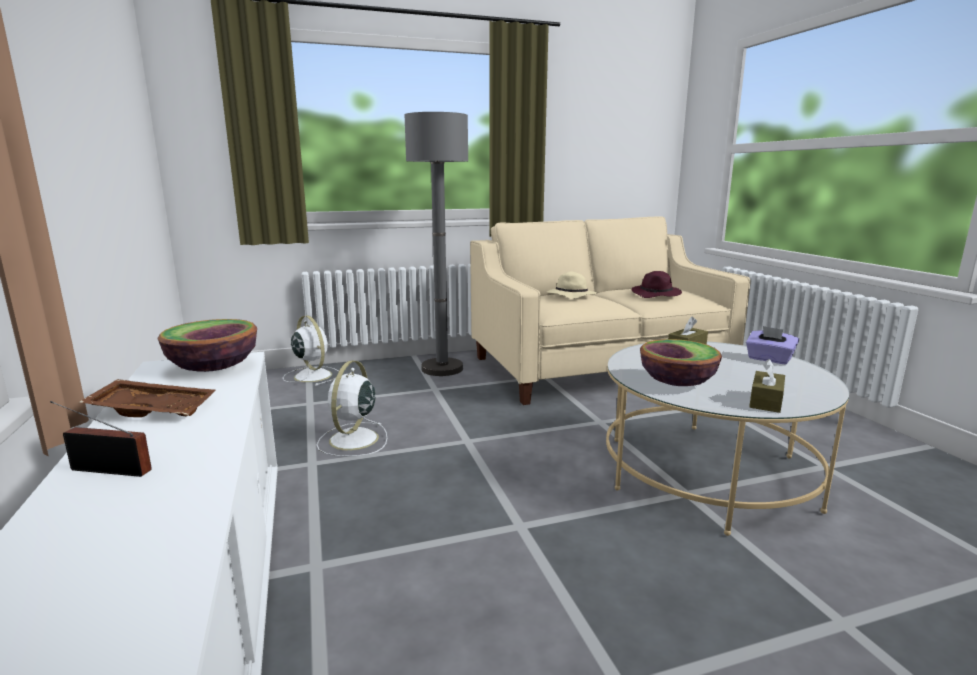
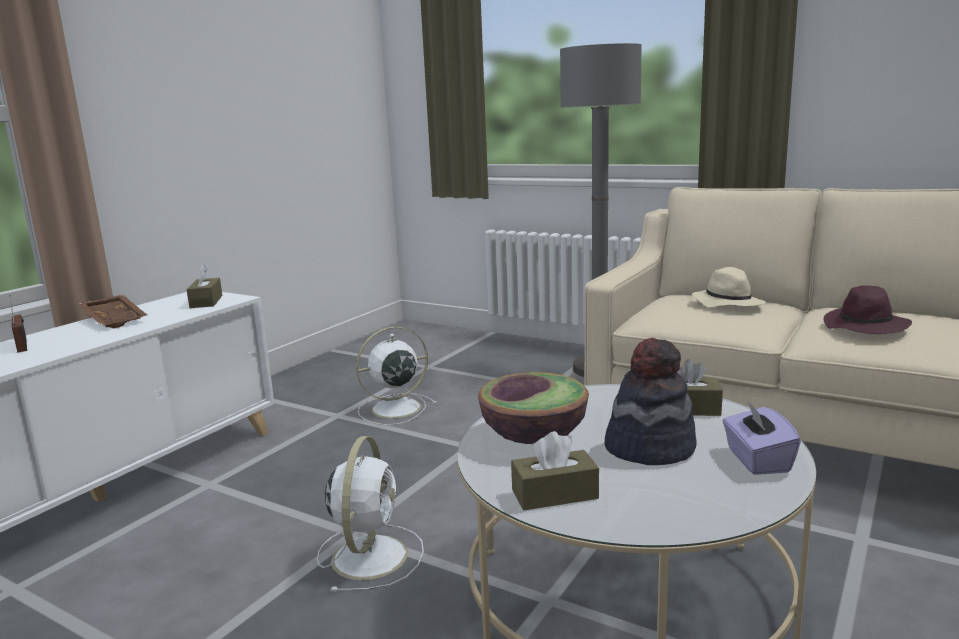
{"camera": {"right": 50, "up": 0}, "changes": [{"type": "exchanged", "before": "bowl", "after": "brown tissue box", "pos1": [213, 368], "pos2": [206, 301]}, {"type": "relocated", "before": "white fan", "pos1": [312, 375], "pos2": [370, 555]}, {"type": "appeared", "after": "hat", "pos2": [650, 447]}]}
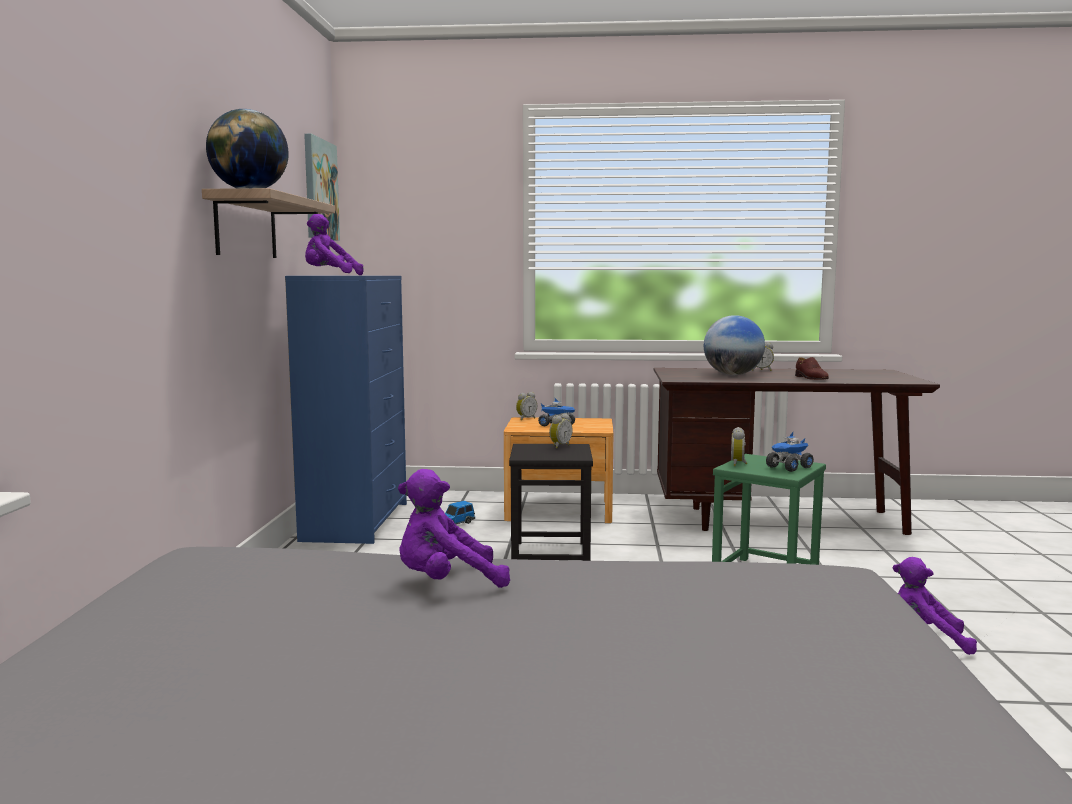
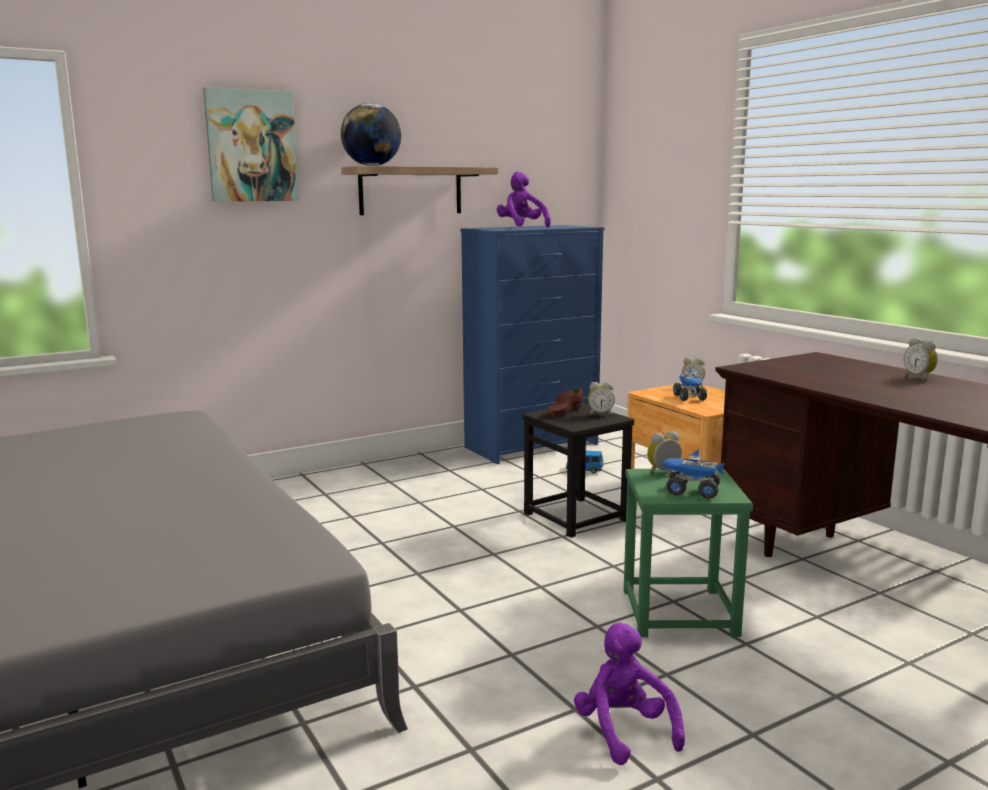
{"camera": {"right": 55, "up": 5}, "changes": [{"type": "relocated", "before": "picture", "pos1": [319, 190], "pos2": [251, 146]}, {"type": "missing", "before": "purple plush toy", "pos1": [447, 583]}, {"type": "missing", "before": "globe", "pos1": [732, 375]}, {"type": "relocated", "before": "brown shoe", "pos1": [811, 378], "pos2": [563, 413]}]}
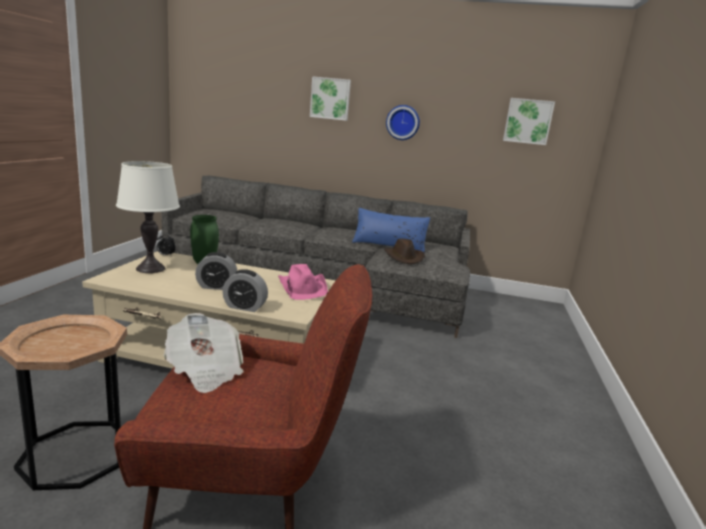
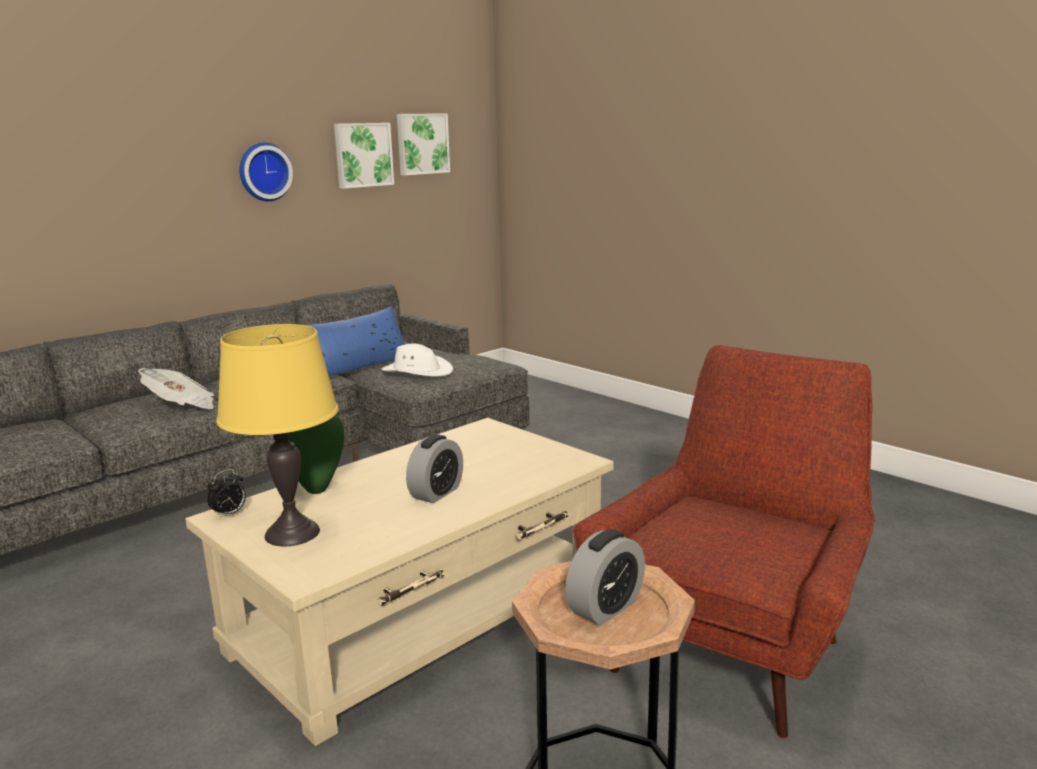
{"camera": {"right": -55, "up": 0}, "changes": [{"type": "colour", "before": "white table lamp", "after": "yellow table lamp", "pos1": [150, 268], "pos2": [292, 533]}, {"type": "relocated", "before": "newspaper", "pos1": [205, 370], "pos2": [182, 406]}, {"type": "relocated", "before": "alarm clock", "pos1": [244, 307], "pos2": [605, 608]}, {"type": "missing", "before": "pink hat", "pos1": [303, 288]}, {"type": "relocated", "before": "picture", "pos1": [330, 98], "pos2": [363, 155]}, {"type": "colour", "before": "brown hat", "after": "white hat", "pos1": [404, 257], "pos2": [417, 371]}]}
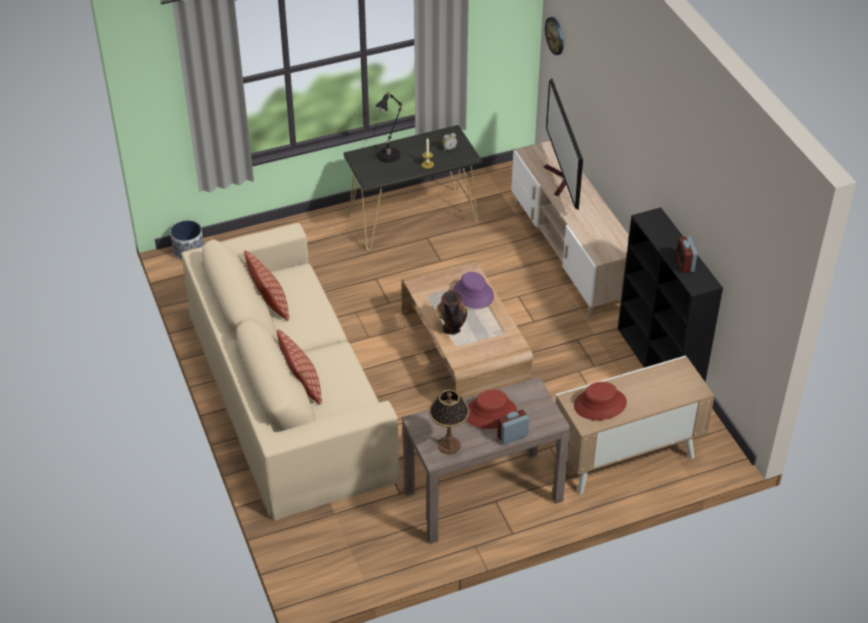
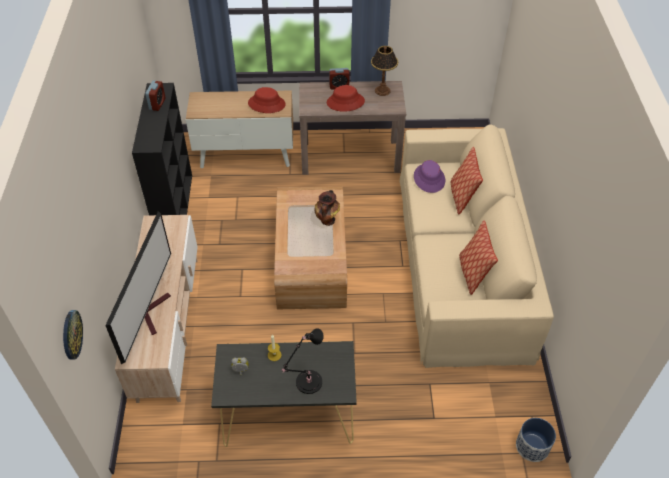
{"camera": {"right": -160, "up": 5}, "changes": [{"type": "relocated", "before": "purple hat", "pos1": [473, 294], "pos2": [429, 178]}]}
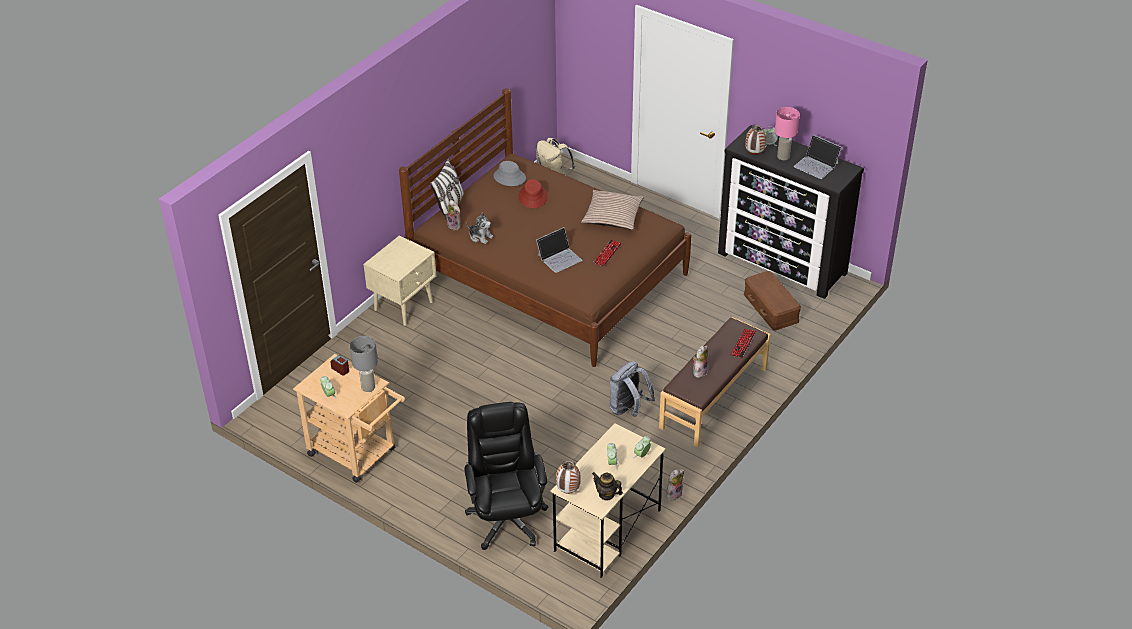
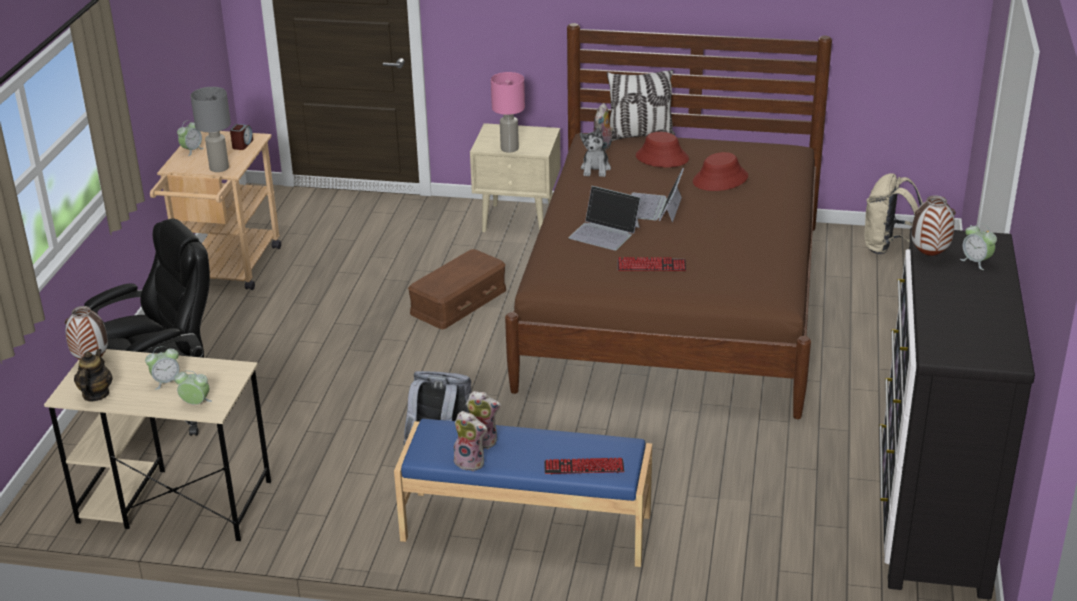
{"camera": {"right": 65, "up": -10}, "changes": [{"type": "missing", "before": "grey hat", "pos1": [509, 177]}, {"type": "missing", "before": "pillow", "pos1": [612, 216]}, {"type": "colour", "before": "brown bench", "after": "blue bench", "pos1": [714, 398], "pos2": [526, 528]}, {"type": "relocated", "before": "plush toy", "pos1": [674, 493], "pos2": [471, 462]}, {"type": "relocated", "before": "brown storage box", "pos1": [771, 307], "pos2": [459, 302]}, {"type": "relocated", "before": "pink table lamp", "pos1": [783, 157], "pos2": [510, 149]}, {"type": "relocated", "before": "laptop", "pos1": [816, 165], "pos2": [653, 207]}, {"type": "appeared", "after": "red hat", "pos2": [661, 158]}]}
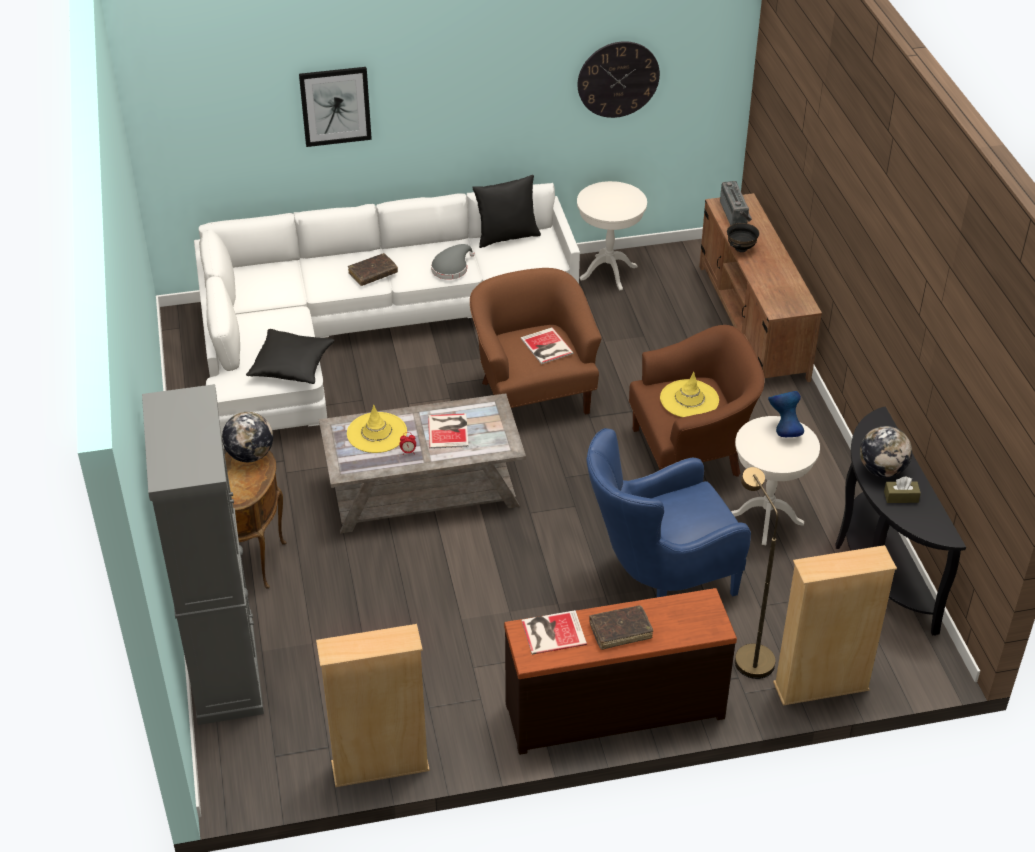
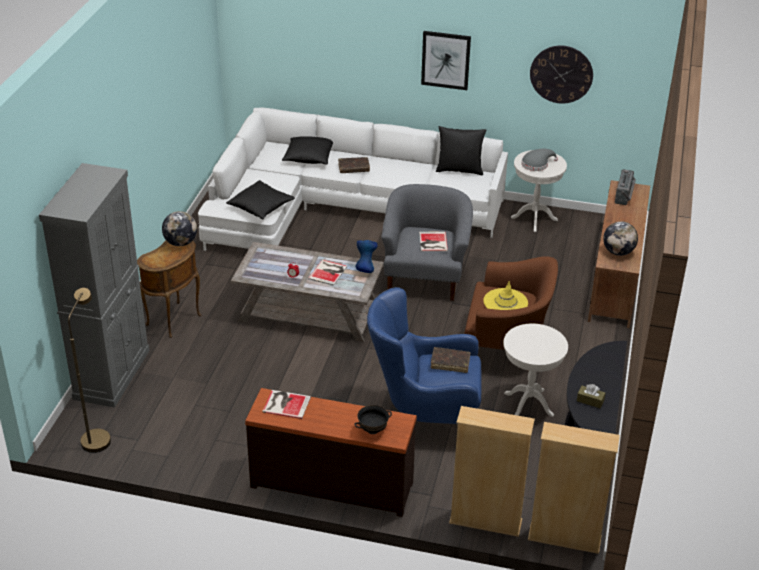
{"camera": {"right": 25, "up": -5}, "changes": [{"type": "relocated", "before": "picture", "pos1": [335, 106], "pos2": [445, 60]}, {"type": "relocated", "before": "beige bookcase", "pos1": [380, 767], "pos2": [564, 538]}, {"type": "missing", "before": "yellow hat", "pos1": [377, 433]}, {"type": "relocated", "before": "grey hat", "pos1": [451, 268], "pos2": [536, 164]}, {"type": "colour", "before": "brown armchair", "after": "grey armchair", "pos1": [533, 394], "pos2": [425, 278]}, {"type": "relocated", "before": "brown book", "pos1": [620, 631], "pos2": [450, 363]}, {"type": "relocated", "before": "black bowl", "pos1": [741, 248], "pos2": [372, 430]}, {"type": "relocated", "before": "brown floor lamp", "pos1": [748, 655], "pos2": [97, 436]}, {"type": "relocated", "before": "blue vase", "pos1": [783, 431], "pos2": [365, 268]}, {"type": "relocated", "before": "globe", "pos1": [882, 470], "pos2": [618, 252]}, {"type": "appeared", "after": "black pillow", "pos2": [309, 157]}]}
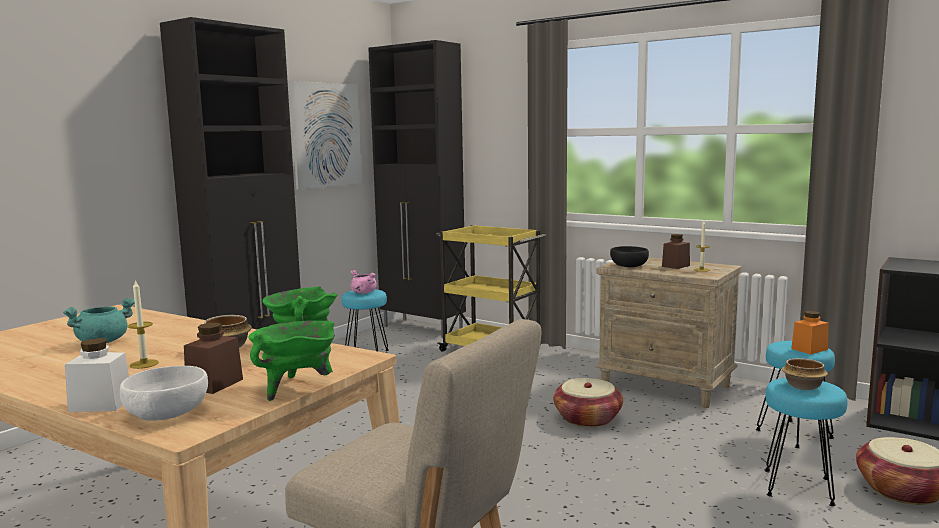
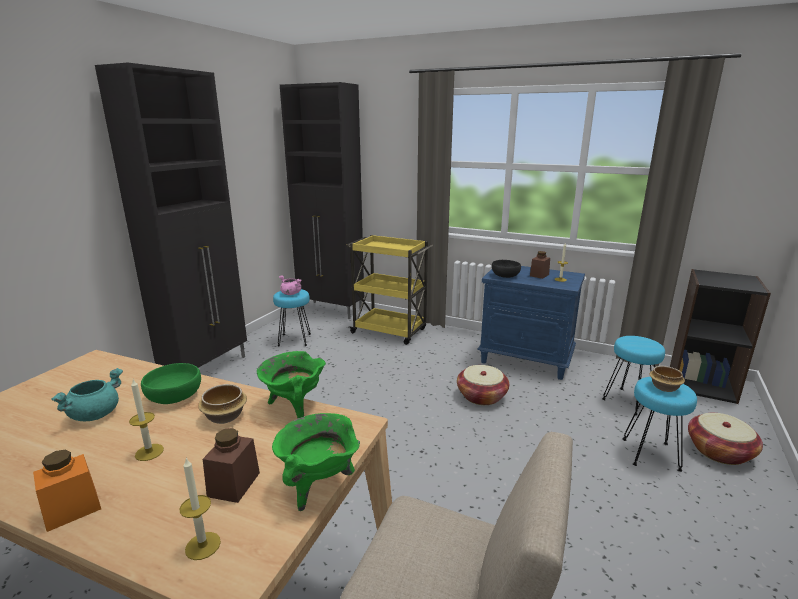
{"camera": {"right": -10, "up": 10}, "changes": [{"type": "missing", "before": "white jar", "pos1": [101, 404]}, {"type": "exchanged", "before": "white bowl", "after": "candle", "pos1": [168, 413], "pos2": [203, 545]}, {"type": "missing", "before": "picture", "pos1": [326, 135]}, {"type": "colour", "before": "beige nightstand", "after": "blue nightstand", "pos1": [666, 386], "pos2": [526, 360]}, {"type": "relocated", "before": "orange jar", "pos1": [809, 349], "pos2": [72, 509]}, {"type": "appeared", "after": "green bowl", "pos2": [175, 397]}]}
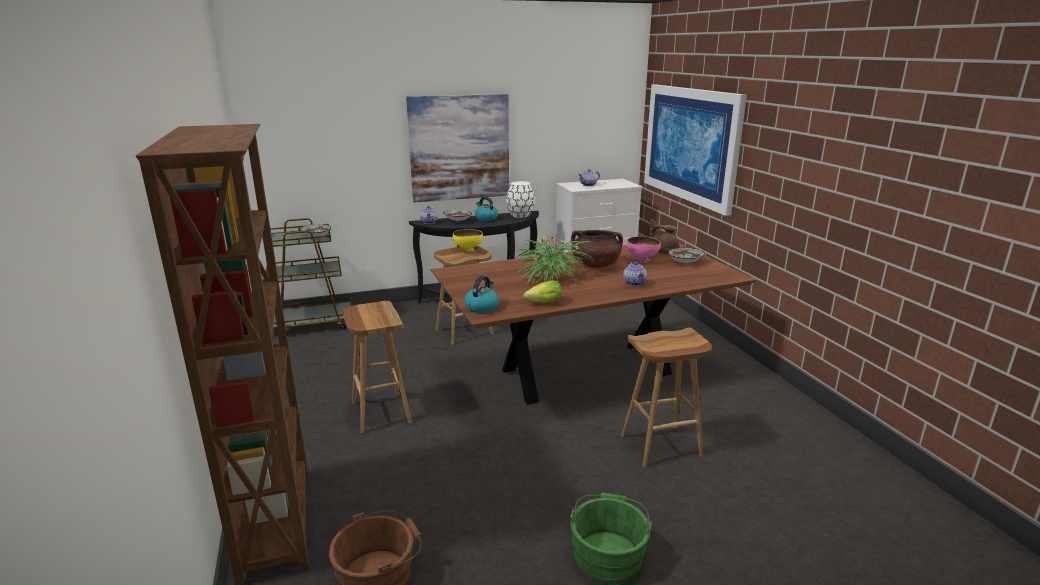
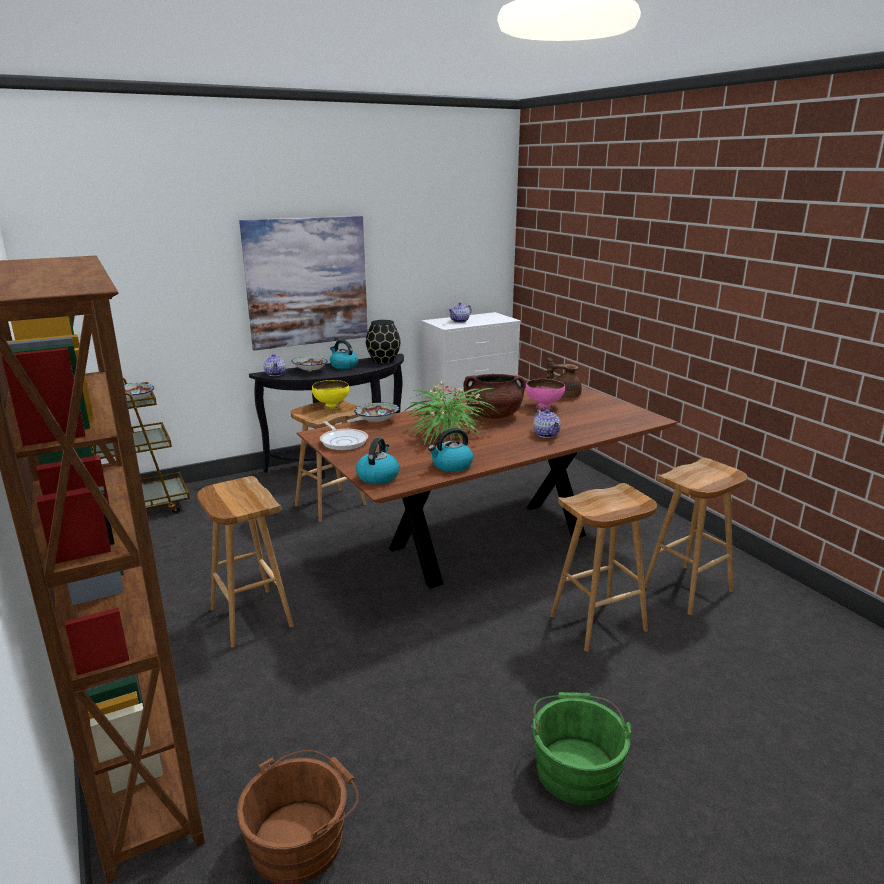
{"camera": {"right": -10, "up": 0}, "changes": [{"type": "colour", "before": "white vase", "after": "black vase", "pos1": [520, 215], "pos2": [383, 360]}, {"type": "exchanged", "before": "lettuce", "after": "kettle", "pos1": [544, 303], "pos2": [451, 466]}, {"type": "missing", "before": "picture", "pos1": [690, 144]}, {"type": "relocated", "before": "bowl", "pos1": [685, 262], "pos2": [377, 421]}, {"type": "appeared", "after": "frying pan", "pos2": [343, 441]}, {"type": "appeared", "after": "brown stool", "pos2": [687, 590]}]}
